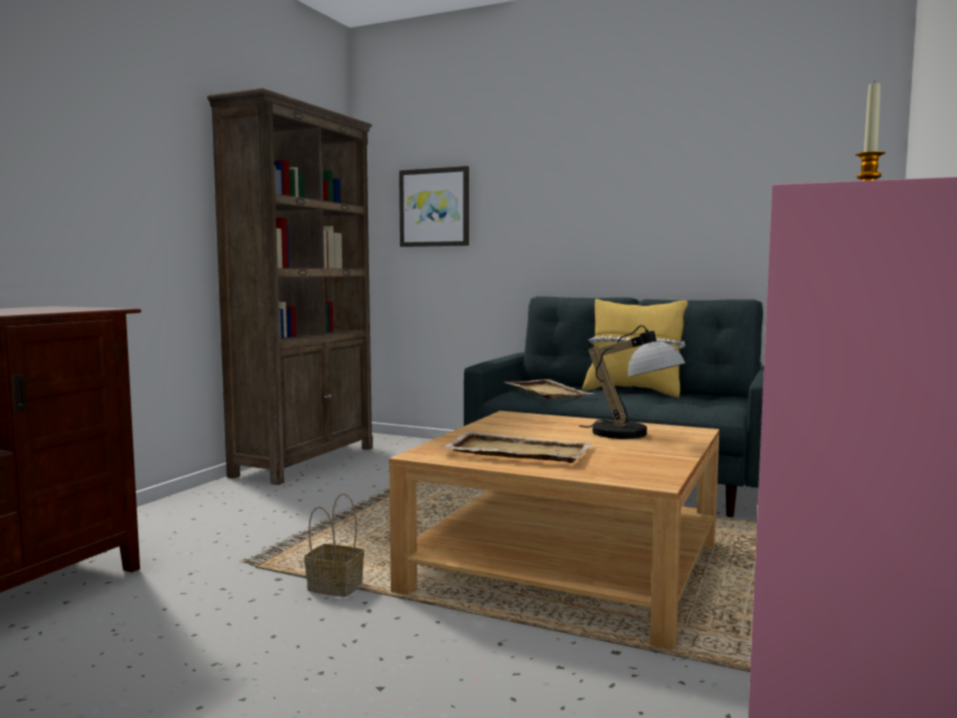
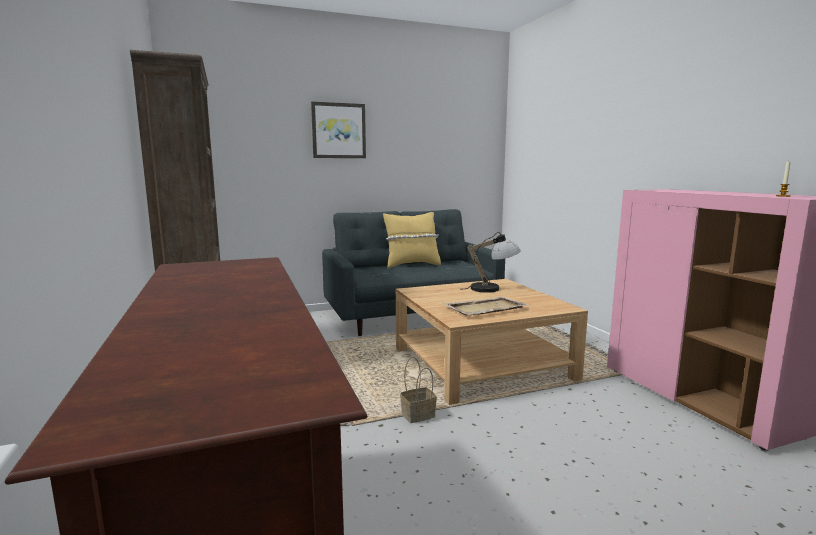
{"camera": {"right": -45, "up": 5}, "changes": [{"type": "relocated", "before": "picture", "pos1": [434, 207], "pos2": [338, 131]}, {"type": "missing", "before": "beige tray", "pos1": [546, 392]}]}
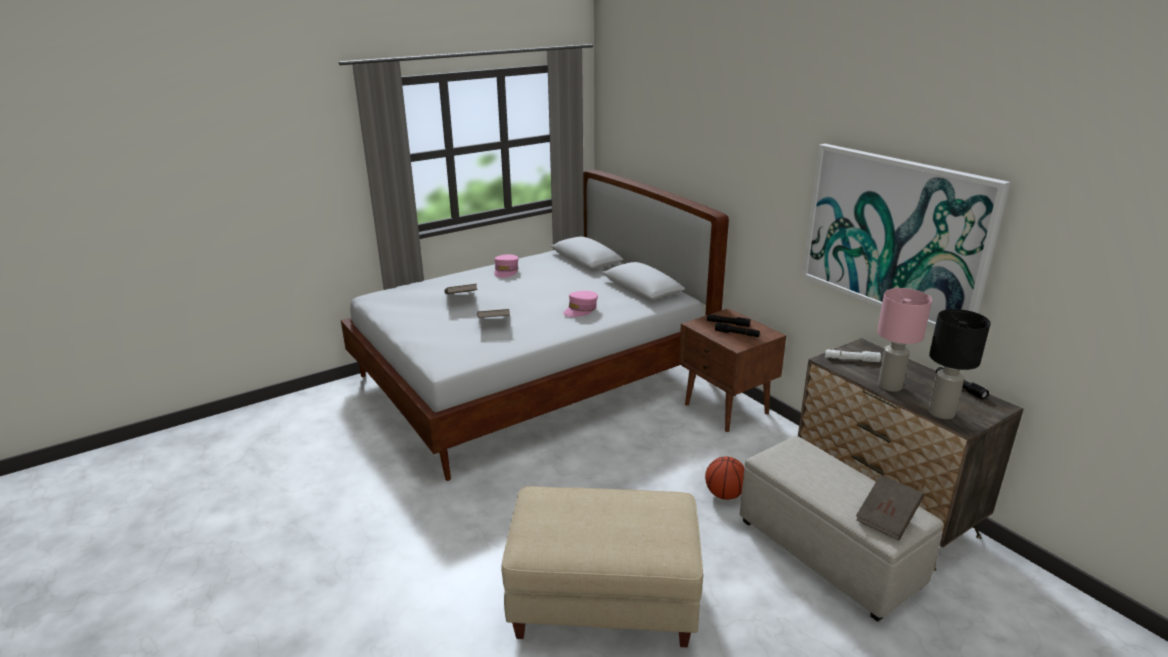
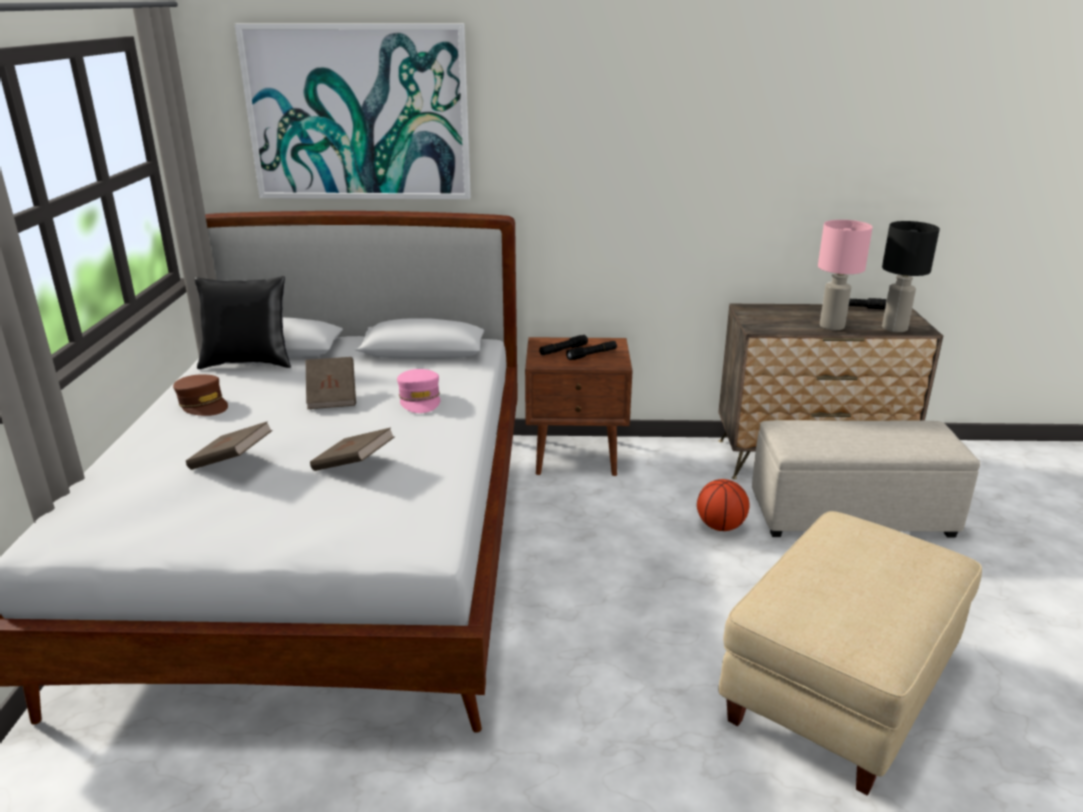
{"camera": {"right": -55, "up": 0}, "changes": [{"type": "colour", "before": "pink cap", "after": "brown cap", "pos1": [506, 271], "pos2": [203, 404]}, {"type": "relocated", "before": "picture", "pos1": [894, 235], "pos2": [359, 113]}, {"type": "missing", "before": "white flashlight", "pos1": [851, 360]}, {"type": "relocated", "before": "brown book", "pos1": [887, 519], "pos2": [332, 397]}, {"type": "appeared", "after": "black pillow", "pos2": [249, 363]}]}
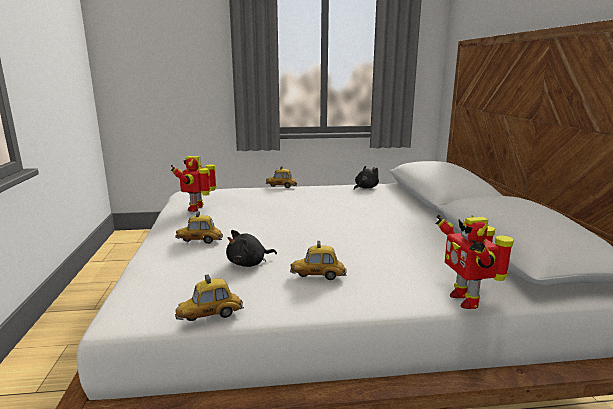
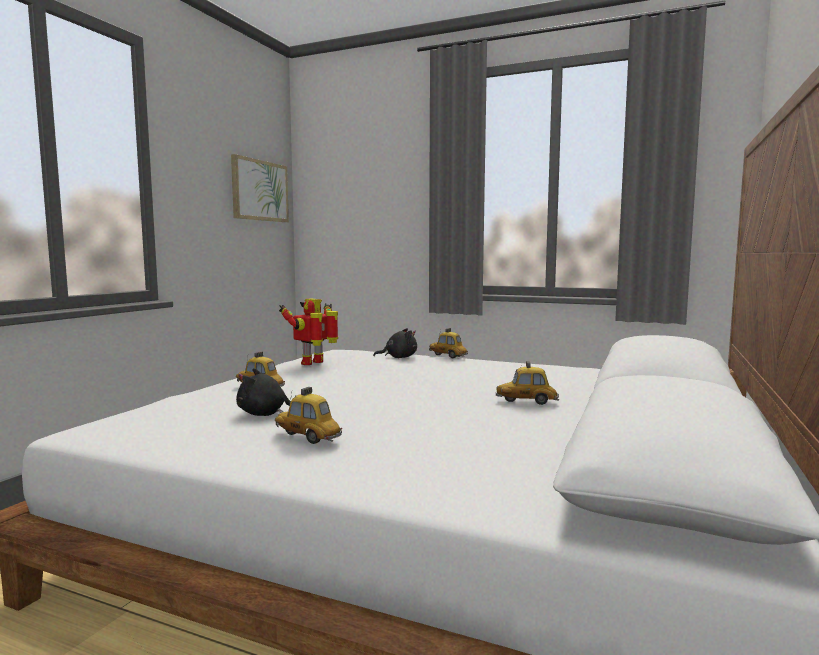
{"camera": {"right": 30, "up": -10}, "changes": [{"type": "relocated", "before": "toy car", "pos1": [210, 316], "pos2": [526, 402]}, {"type": "relocated", "before": "black plush toy", "pos1": [365, 188], "pos2": [398, 357]}, {"type": "missing", "before": "toy robot", "pos1": [466, 299]}, {"type": "appeared", "after": "picture", "pos2": [259, 190]}]}
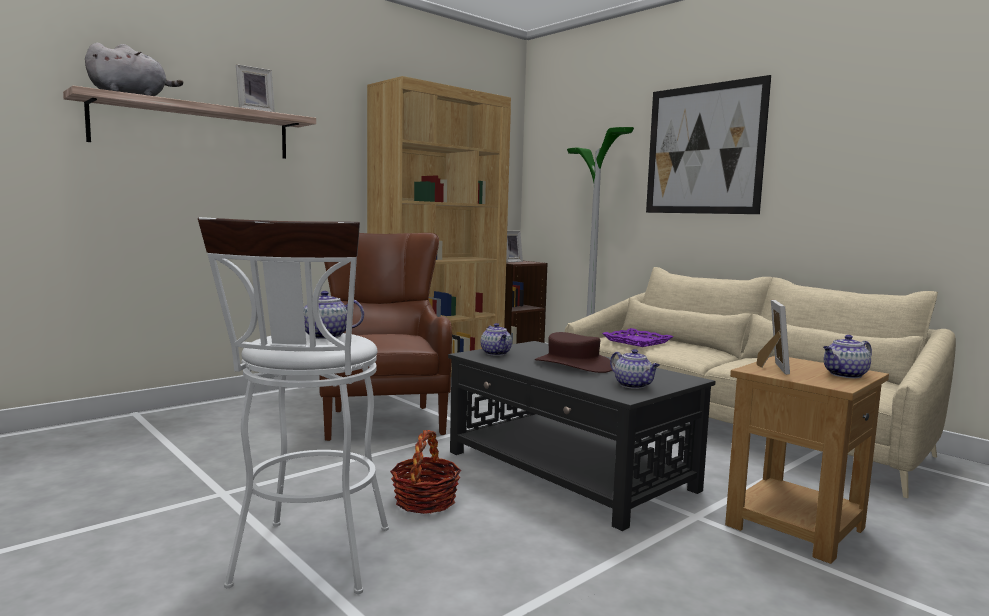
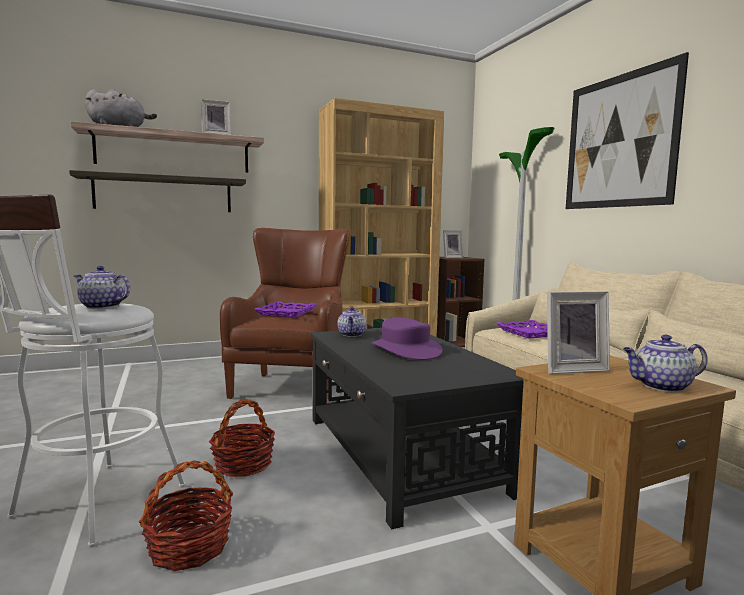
{"camera": {"right": 20, "up": 0}, "changes": [{"type": "colour", "before": "brown hat", "after": "purple hat", "pos1": [573, 365], "pos2": [405, 350]}, {"type": "missing", "before": "teapot", "pos1": [633, 385]}, {"type": "spun", "before": "picture frame", "pos1": [771, 367], "pos2": [571, 369], "turn": 45}, {"type": "appeared", "after": "shelf", "pos2": [164, 194]}, {"type": "appeared", "after": "basket", "pos2": [189, 547]}, {"type": "appeared", "after": "purple tray", "pos2": [286, 313]}]}
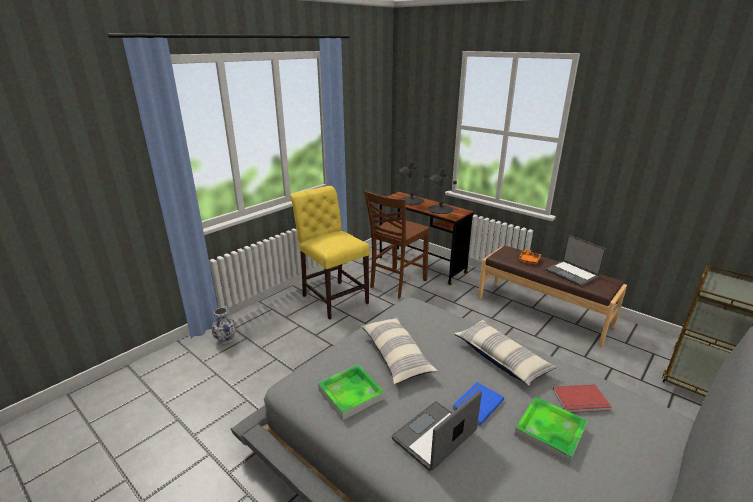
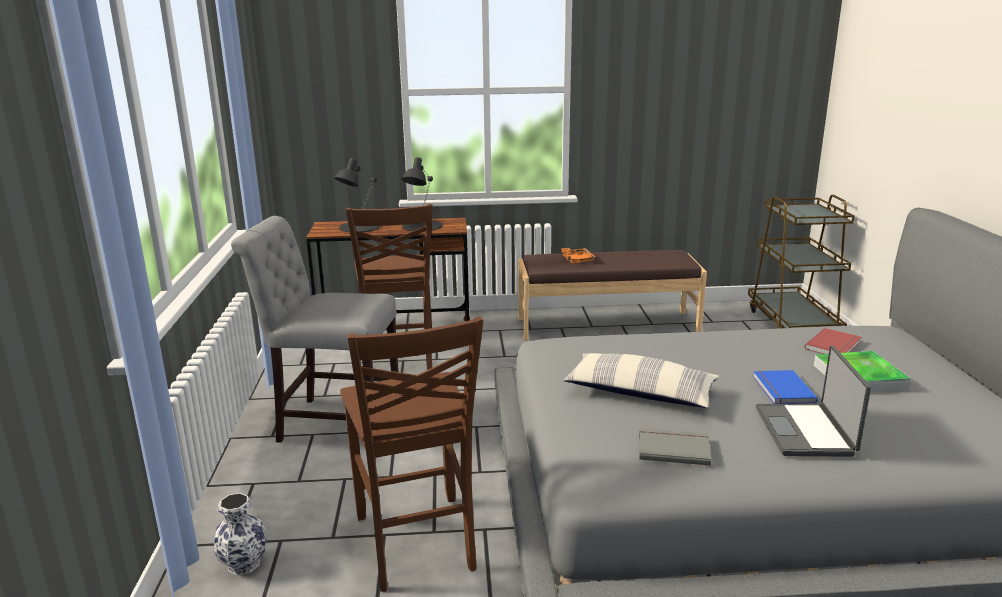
{"camera": {"right": -45, "up": -5}, "changes": [{"type": "colour", "before": "yellow chair", "after": "grey chair", "pos1": [333, 297], "pos2": [333, 422]}, {"type": "exchanged", "before": "tray", "after": "grey book", "pos1": [351, 394], "pos2": [673, 448]}, {"type": "missing", "before": "pillow", "pos1": [501, 358]}, {"type": "missing", "before": "laptop", "pos1": [572, 274]}, {"type": "appeared", "after": "brown chair", "pos2": [416, 544]}]}
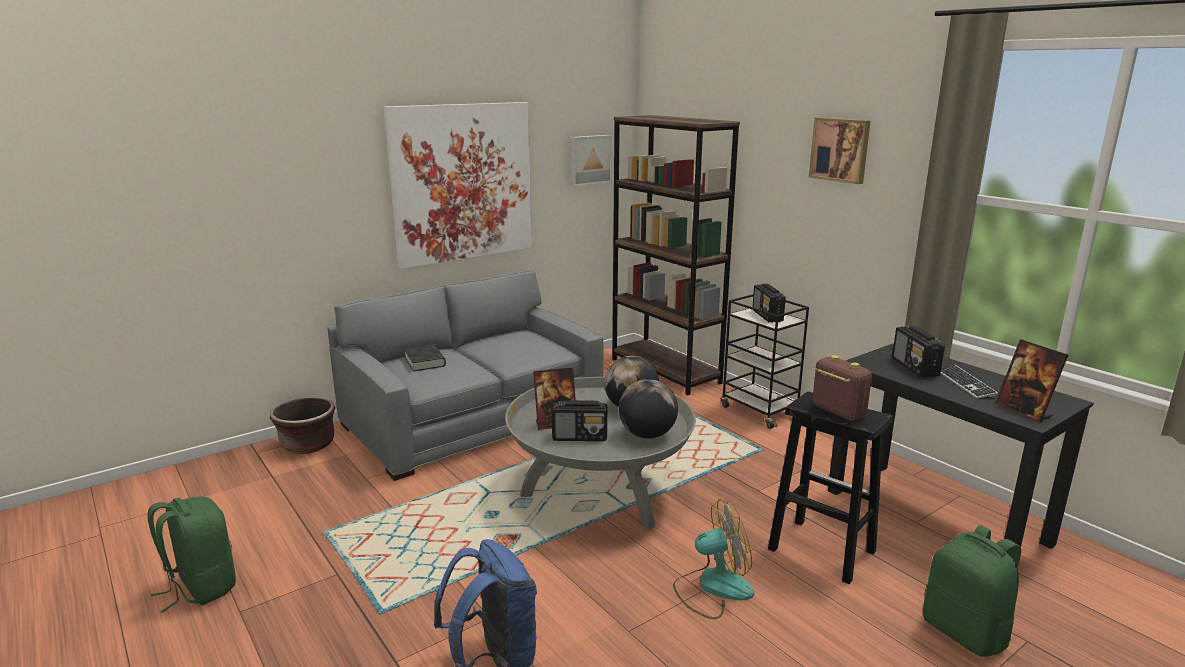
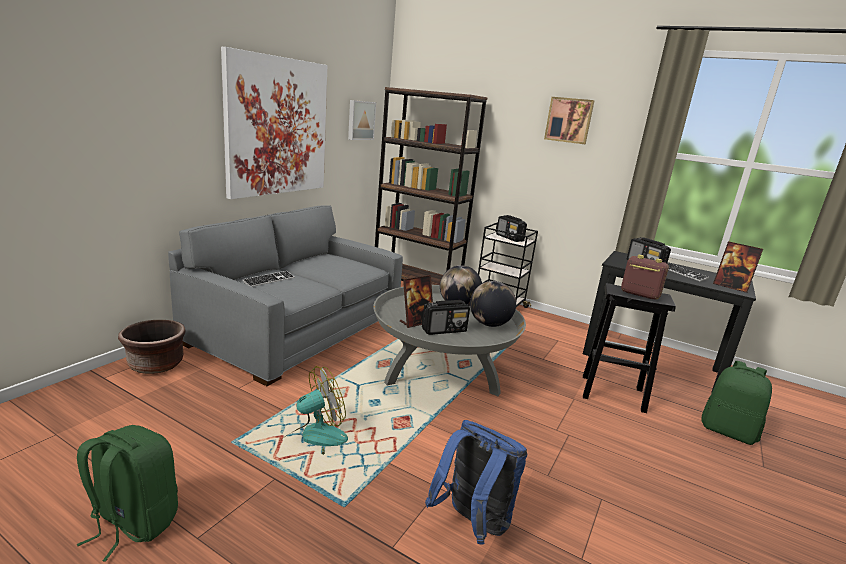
{"camera": {"right": -25, "up": 0}, "changes": [{"type": "exchanged", "before": "black book", "after": "keyboard", "pos1": [425, 362], "pos2": [269, 280]}, {"type": "relocated", "before": "fan", "pos1": [713, 587], "pos2": [313, 440]}]}
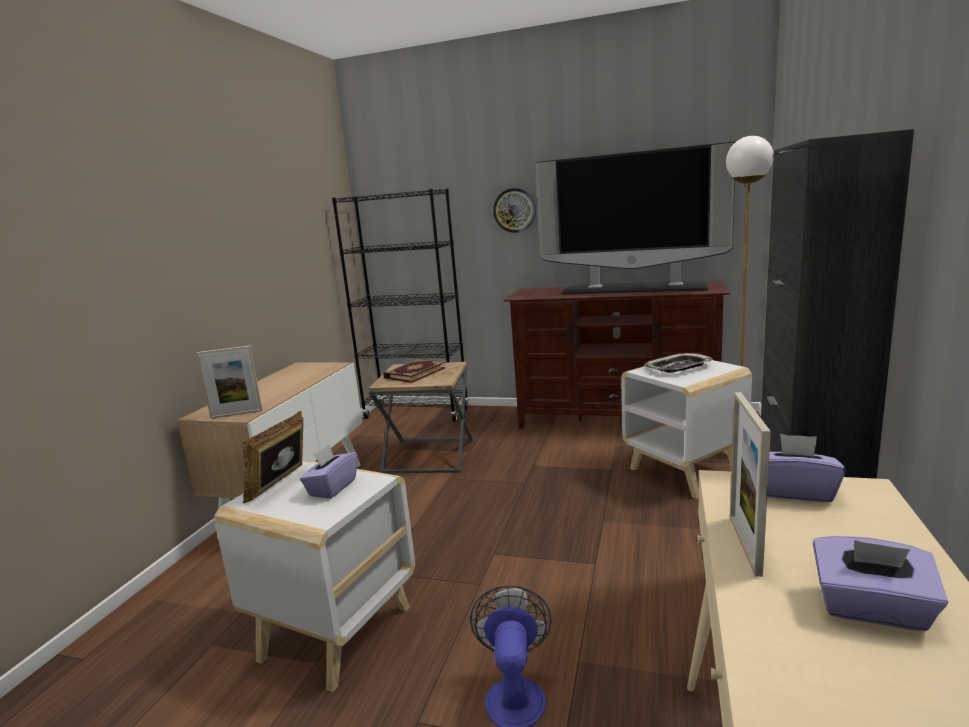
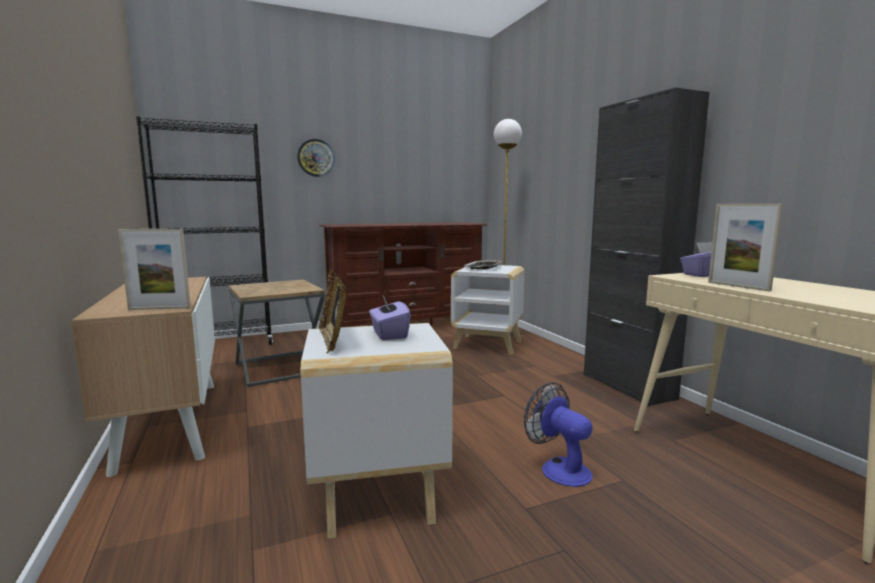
{"camera": {"right": -40, "up": -5}, "changes": [{"type": "spun", "before": "picture frame", "pos1": [236, 414], "pos2": [159, 308], "turn": 45}, {"type": "missing", "before": "book", "pos1": [414, 373]}, {"type": "missing", "before": "television", "pos1": [634, 288]}, {"type": "missing", "before": "purple tissue box", "pos1": [871, 609]}]}
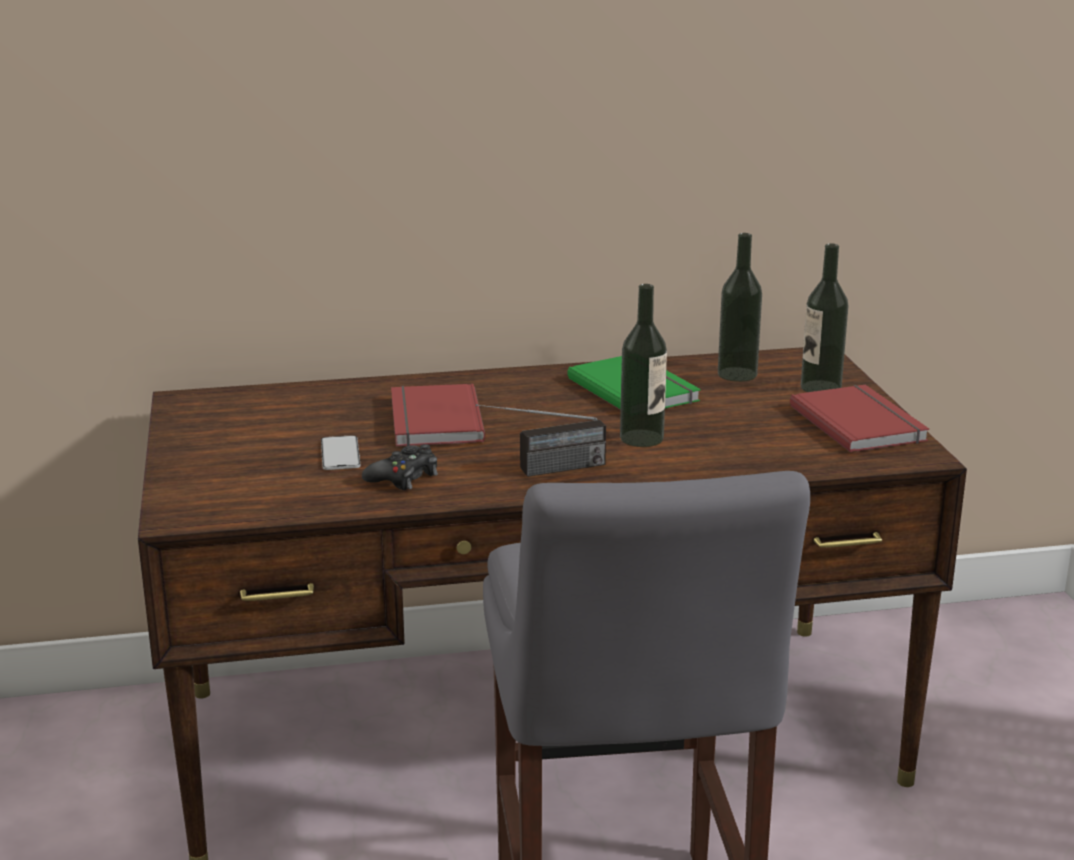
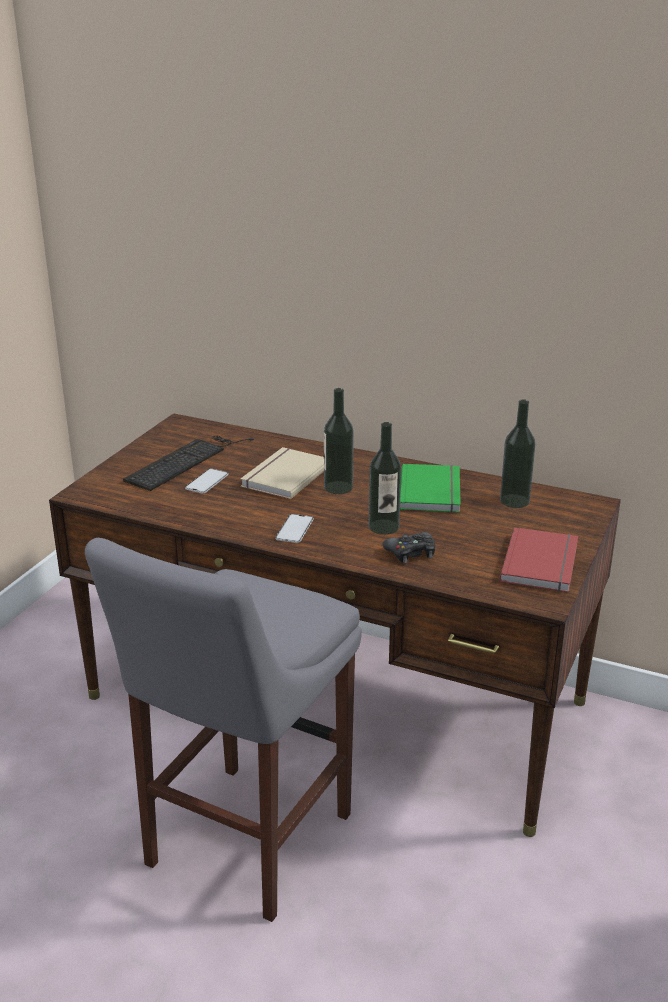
{"camera": {"right": 35, "up": 5}, "changes": [{"type": "relocated", "before": "black game controller", "pos1": [403, 477], "pos2": [411, 553]}, {"type": "colour", "before": "red book", "after": "beige book", "pos1": [432, 420], "pos2": [283, 476]}, {"type": "exchanged", "before": "radio", "after": "phone", "pos1": [542, 471], "pos2": [294, 529]}, {"type": "relocated", "before": "bottle", "pos1": [820, 388], "pos2": [338, 487]}, {"type": "appeared", "after": "keyboard", "pos2": [186, 460]}]}
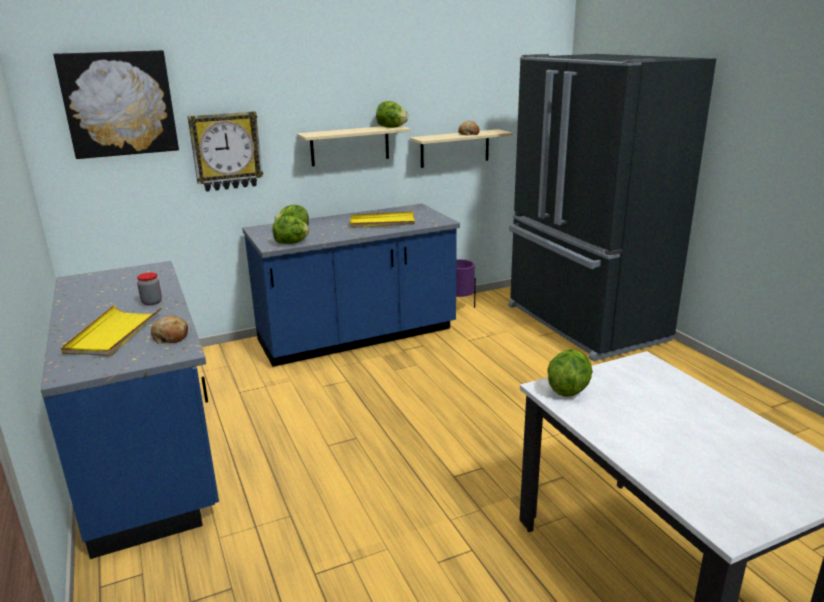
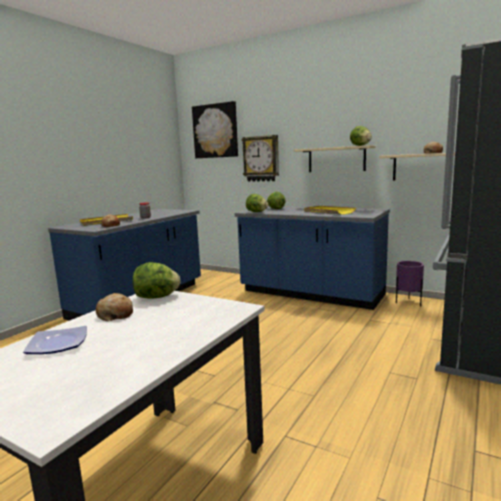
{"camera": {"right": 55, "up": -10}, "changes": [{"type": "appeared", "after": "plate", "pos2": [57, 344]}, {"type": "appeared", "after": "bread", "pos2": [115, 314]}]}
